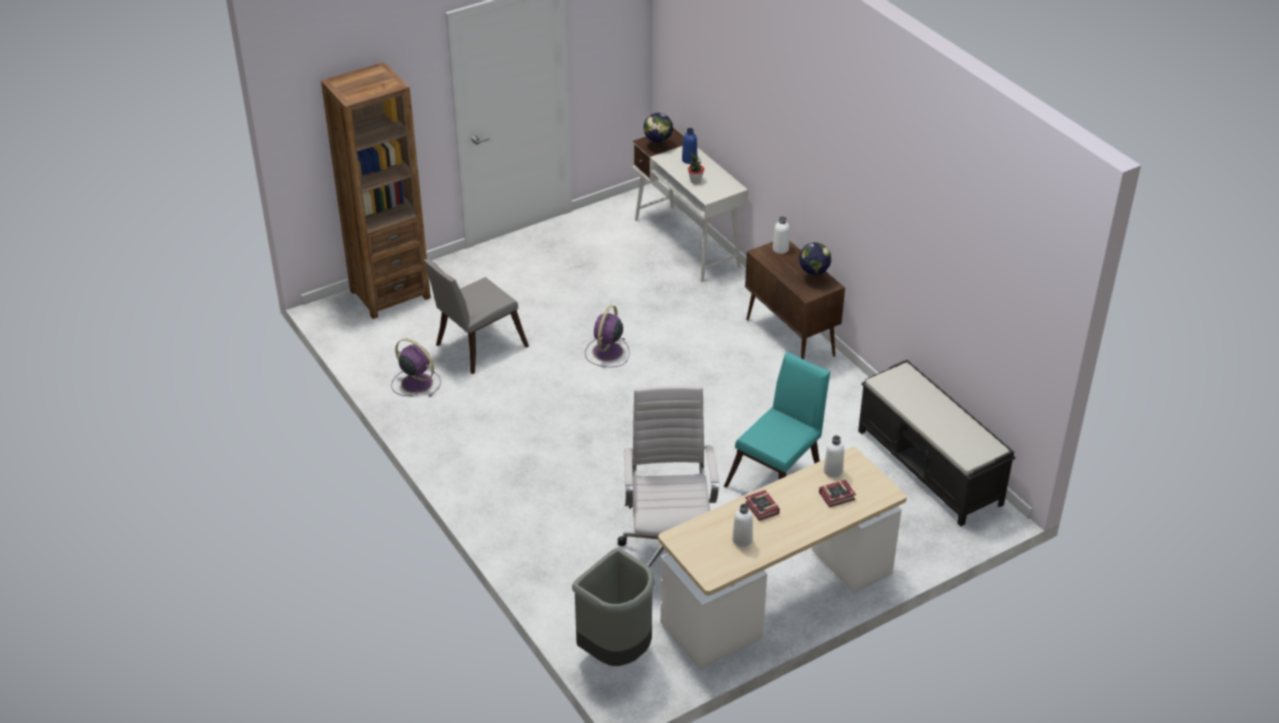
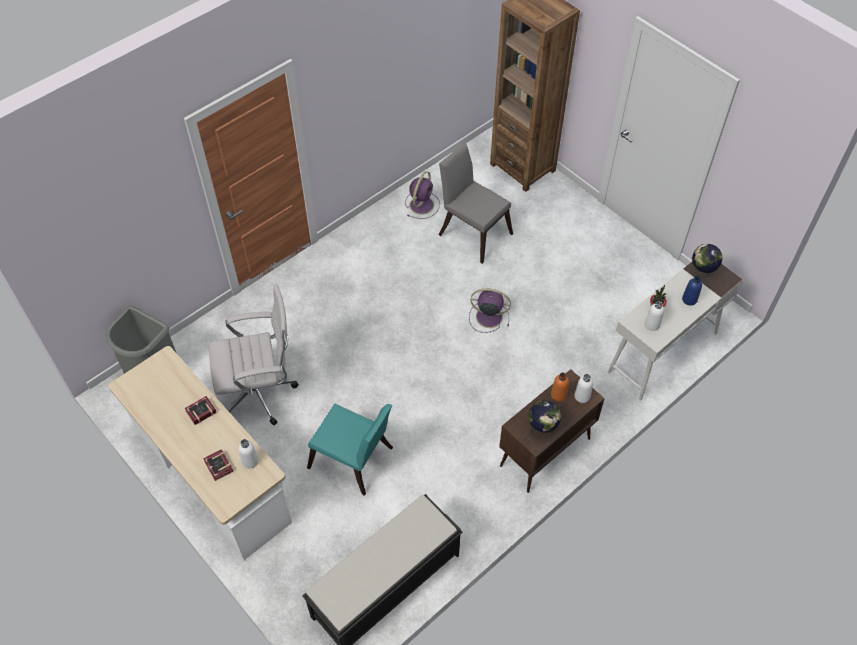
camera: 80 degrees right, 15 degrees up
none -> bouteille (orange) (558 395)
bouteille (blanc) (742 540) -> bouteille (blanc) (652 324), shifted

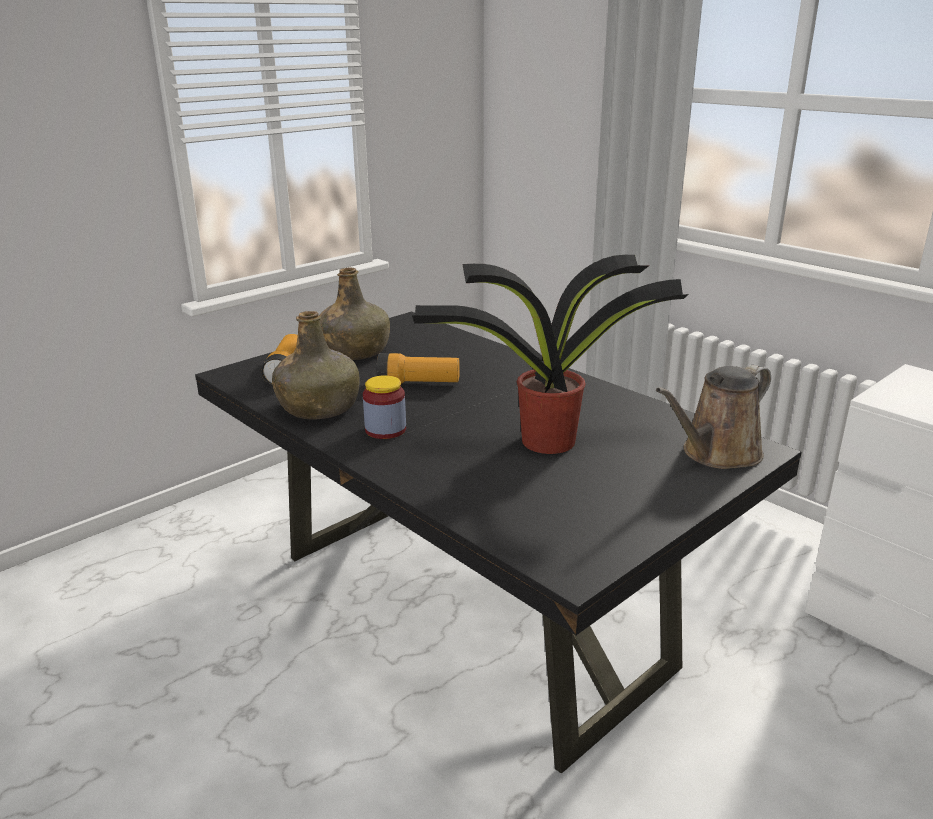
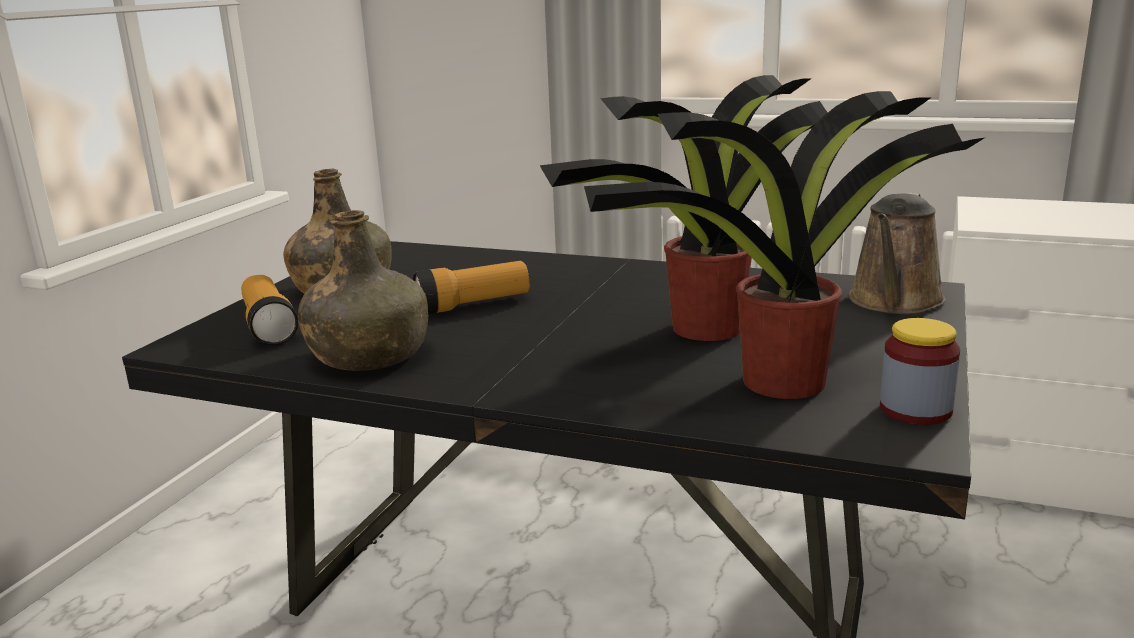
camera: 25 degrees left, 5 degrees down
none -> plante en pot (778 382)
bocal (385 430) -> bocal (915 409), shifted

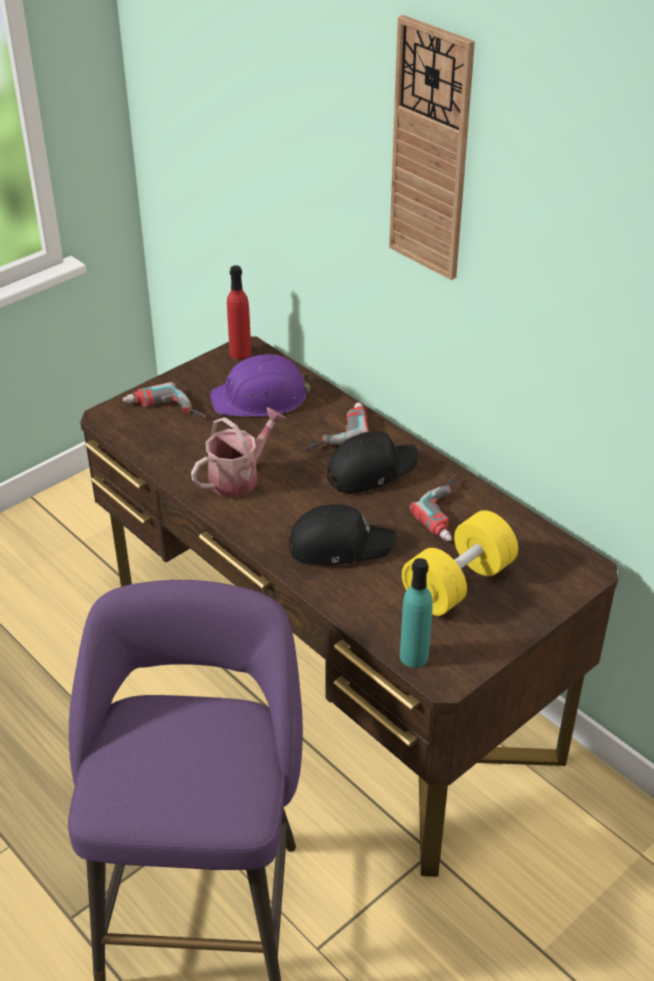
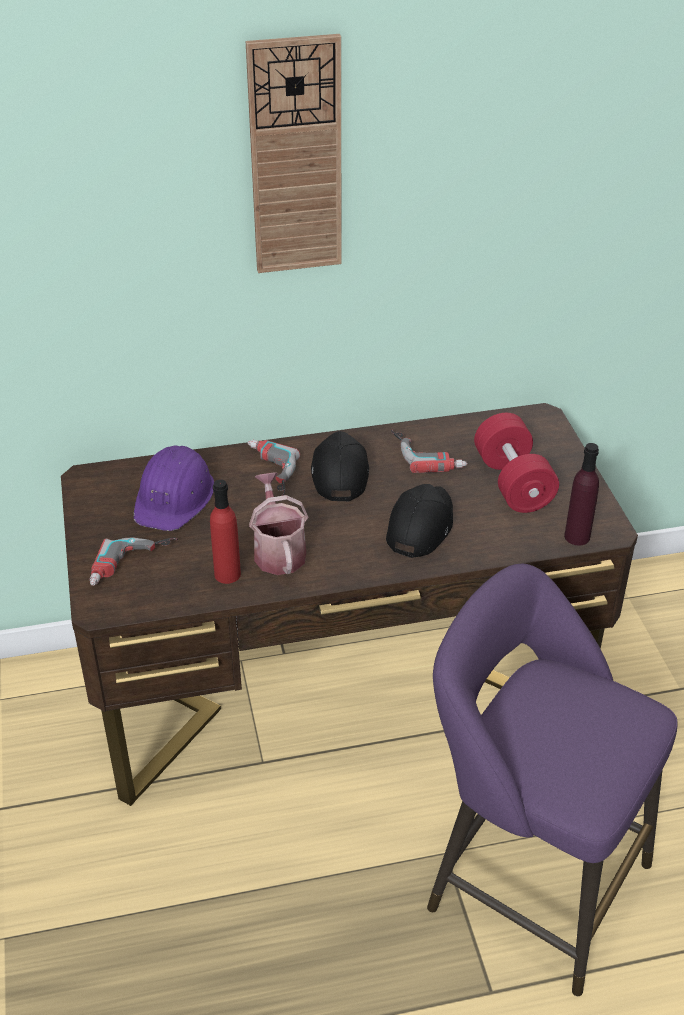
camera: 60 degrees left, 0 degrees up
bouteille (rouge) (240 353) -> bouteille (rouge) (227 574), shifted
bouteille (turquoise) (414 656) -> bouteille (violet) (577 536)
haltère (jaune) (458 584) -> haltère (rouge) (513 483)

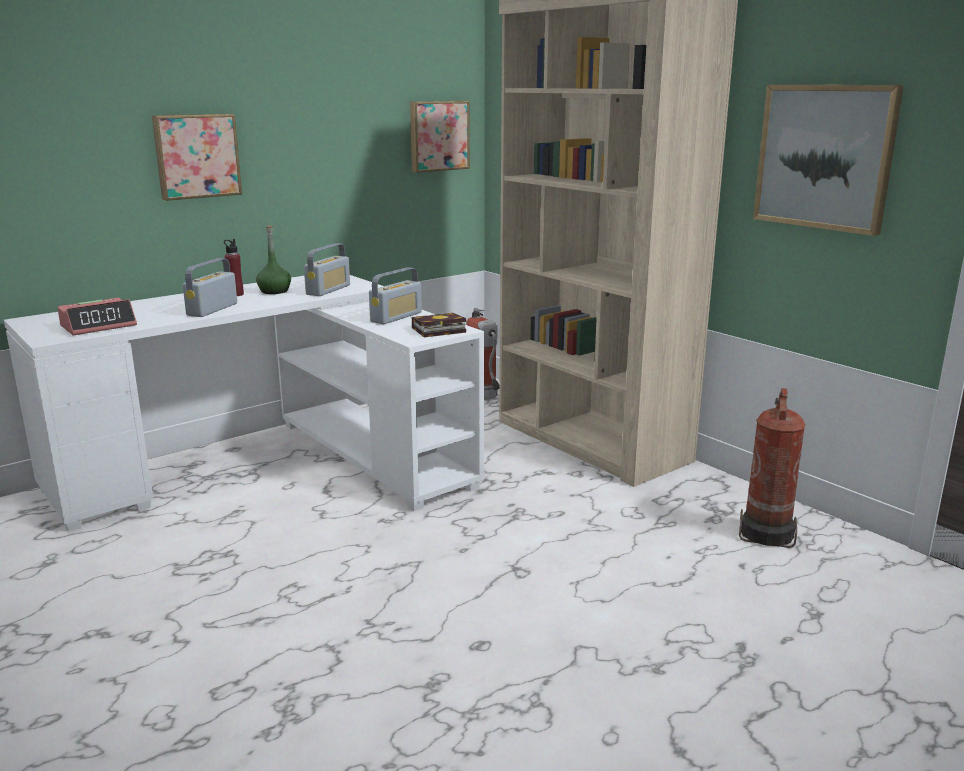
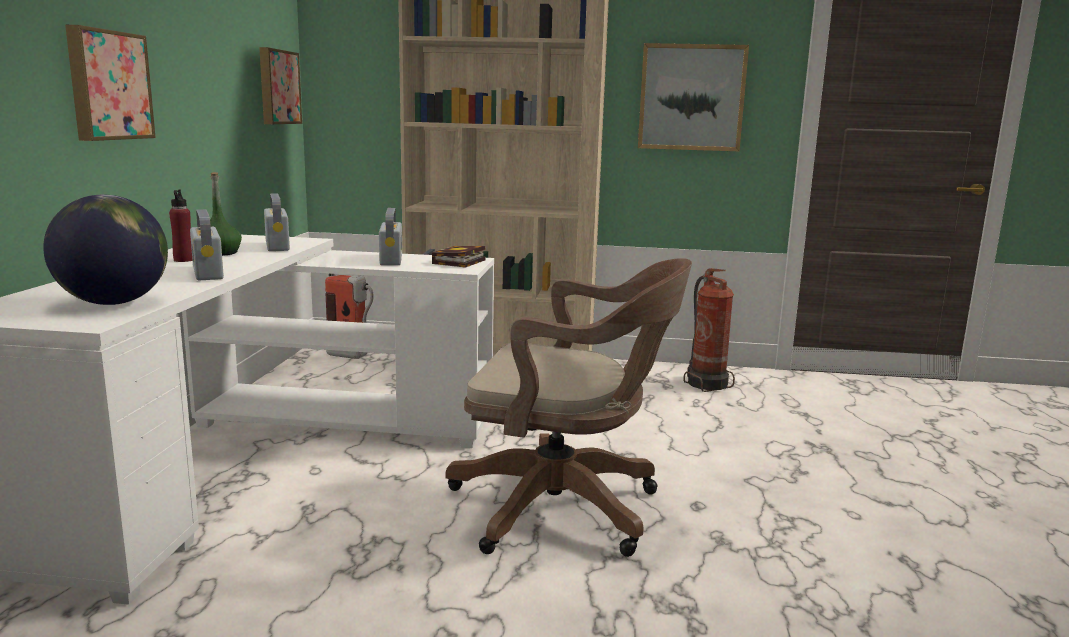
camera: 45 degrees left, 5 degrees down
none -> chaise de bureau (marron) (566 509)
réveil (99 326) -> globe (113 303)

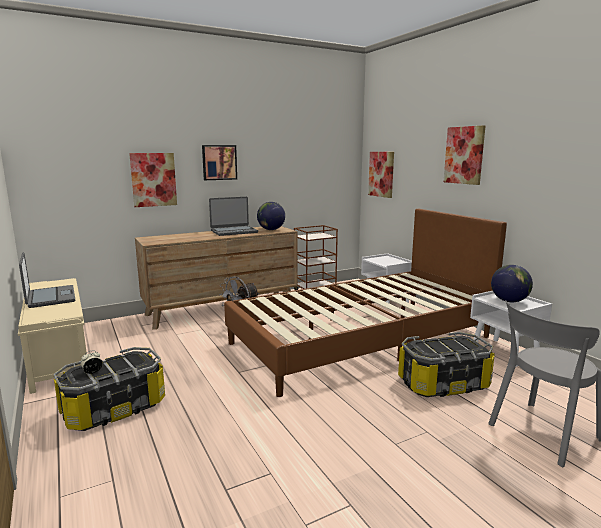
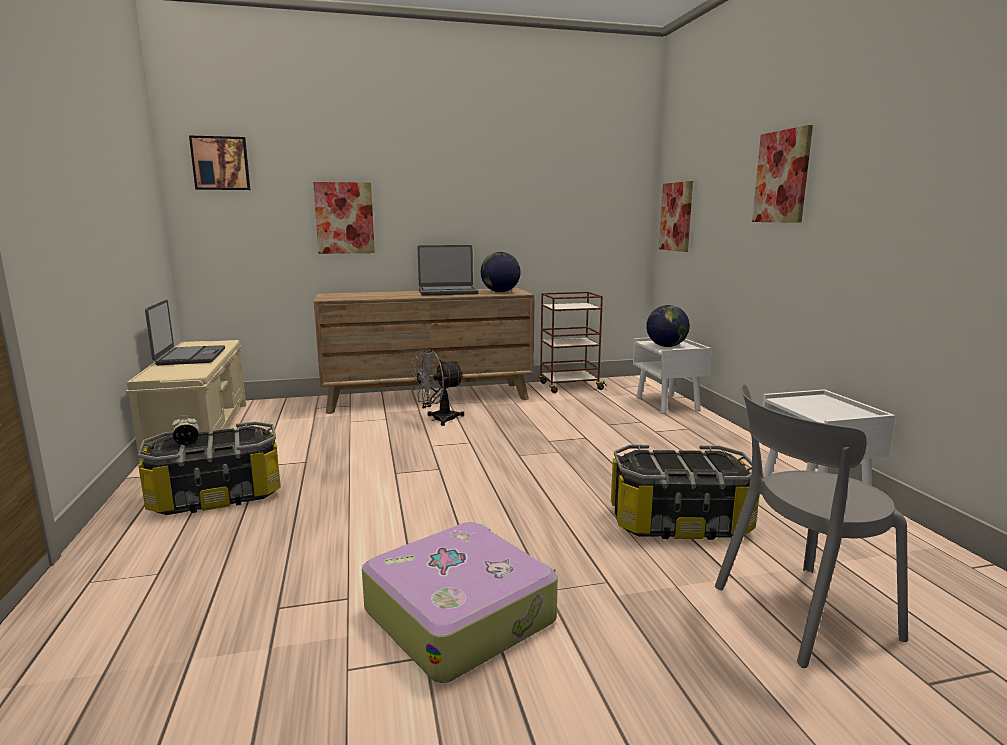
camera: 15 degrees right, 0 degrees up
lit (marron) (362 340) -> none
none -> valise (460 614)
tableau (219 162) -> tableau (221 163), shifted
globe (509 301) -> globe (666 346), shifted

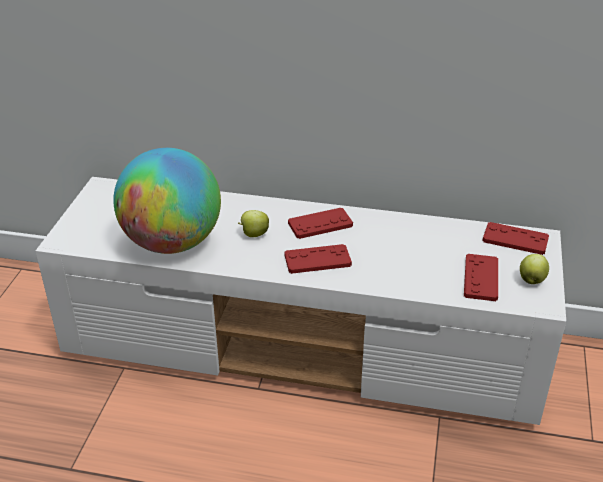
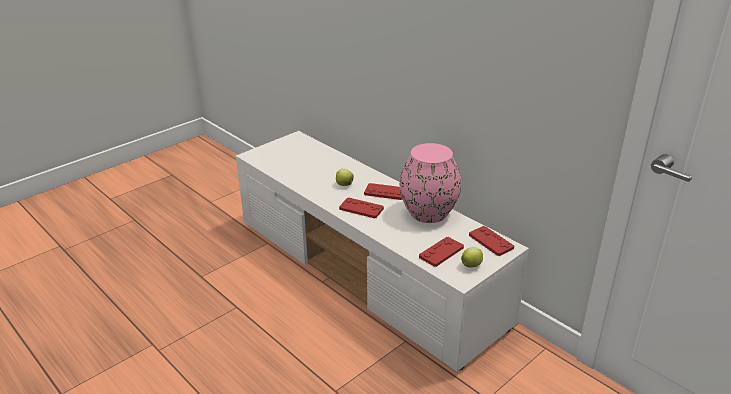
camera: 35 degrees right, 5 degrees down
globe (172 243) -> none
none -> vase (rose) (428 212)

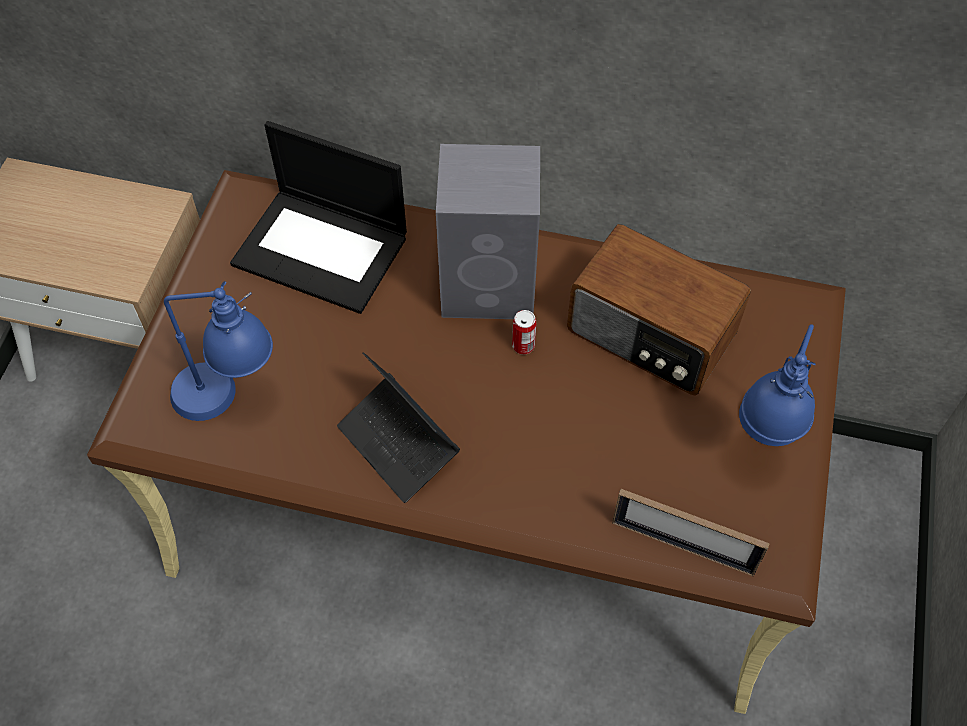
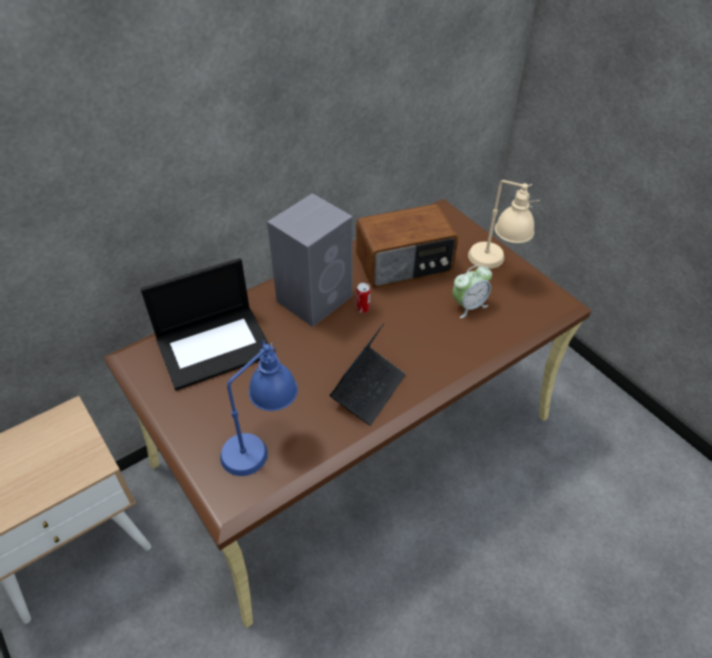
camera: 50 degrees left, 10 degrees down
cadre photo (682 546) -> none
none -> réveil (468 306)
lampe de table (bleu) (764 441) -> lampe de table (beige) (495 266)
ordinateur portable (398 444) -> ordinateur portable (368 389), 60 degrees counterclockwise

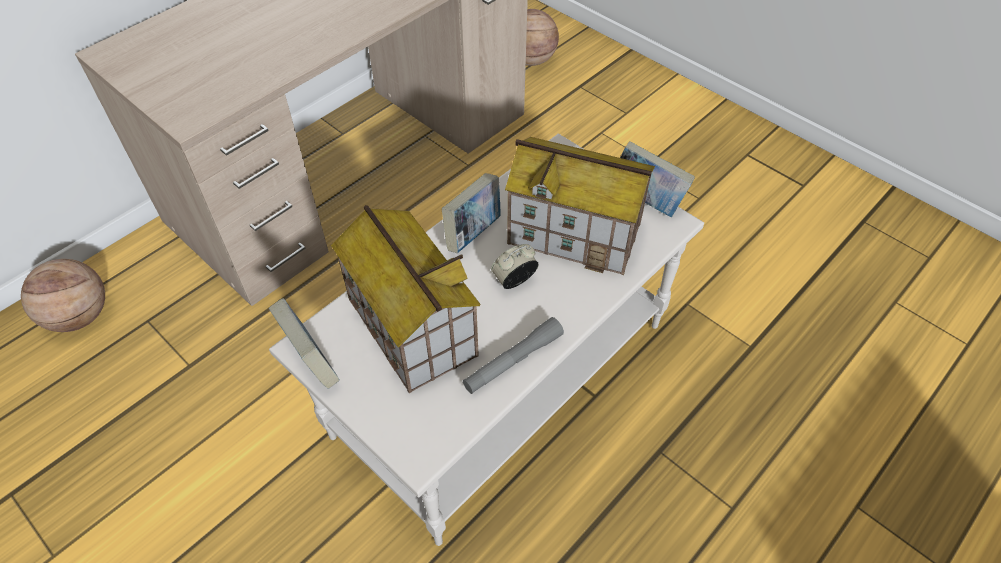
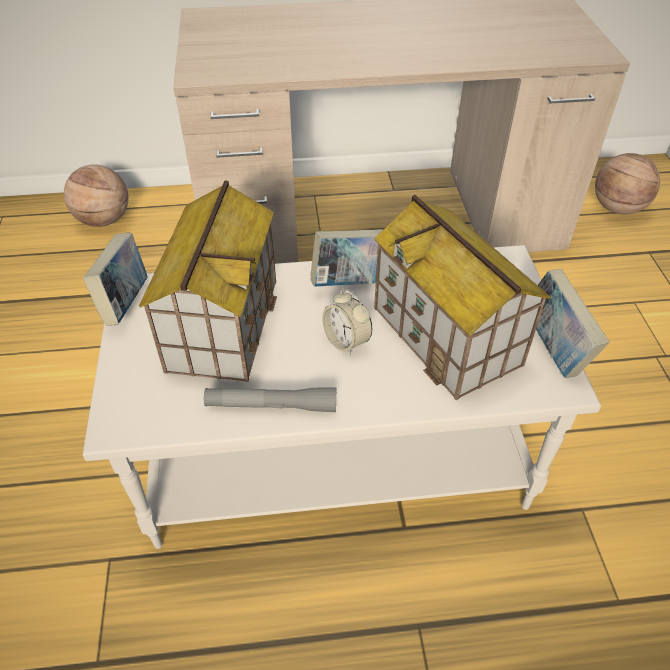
camera: 40 degrees right, 5 degrees down
réveil (514 280) -> réveil (346 341), 135 degrees counterclockwise

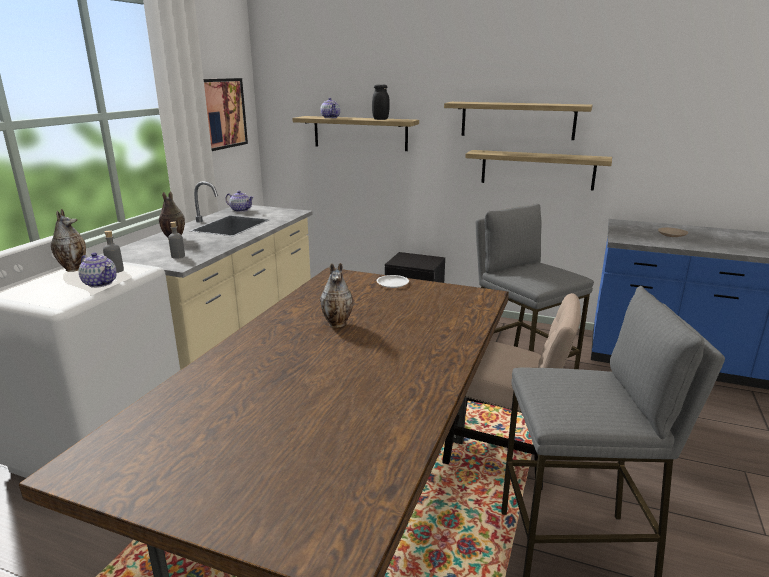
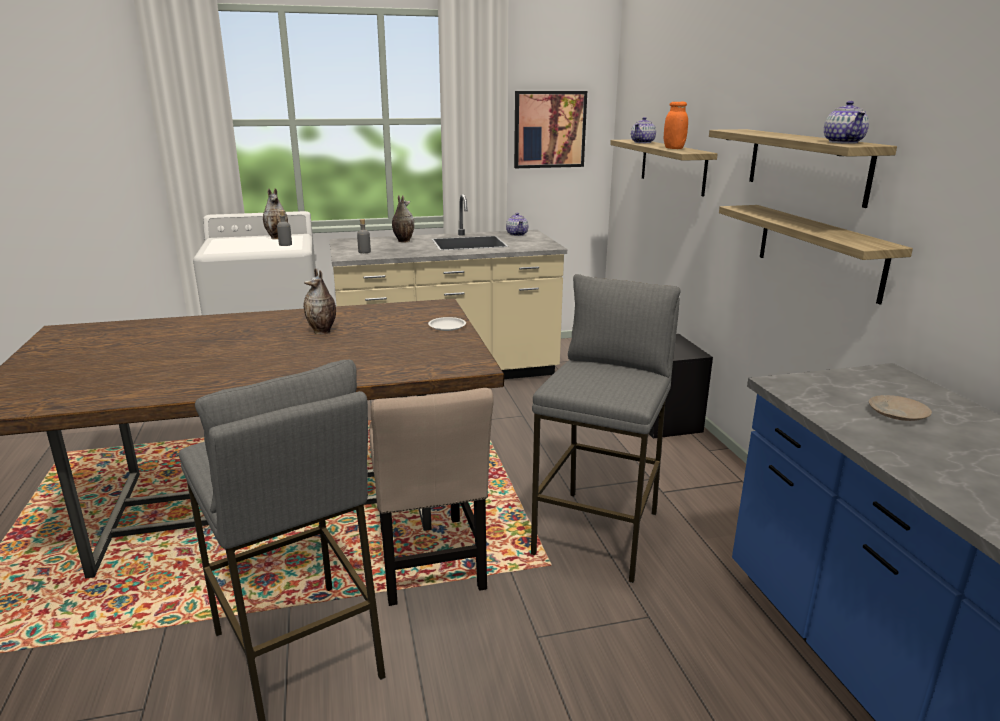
camera: 55 degrees right, 0 degrees up
théière (100 283) -> théière (843 142), shifted
bocal (noir) (380 119) -> bocal (orange) (673 148)

